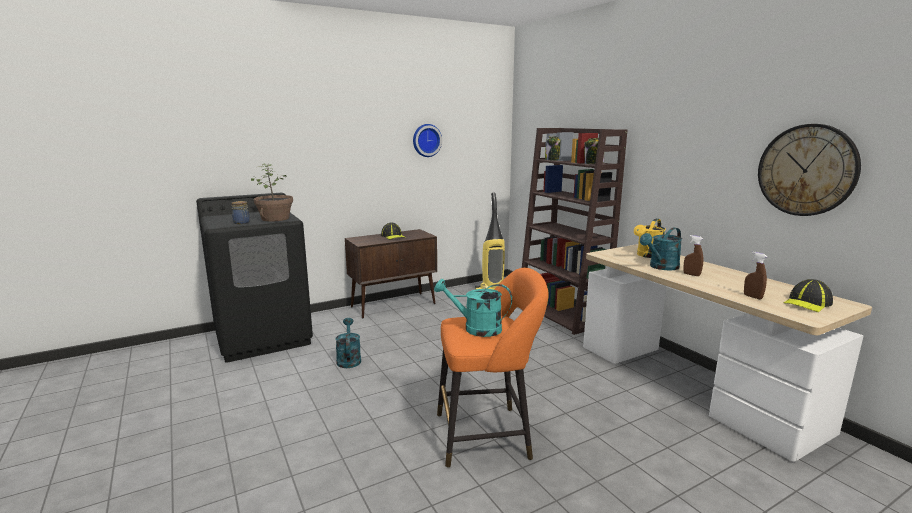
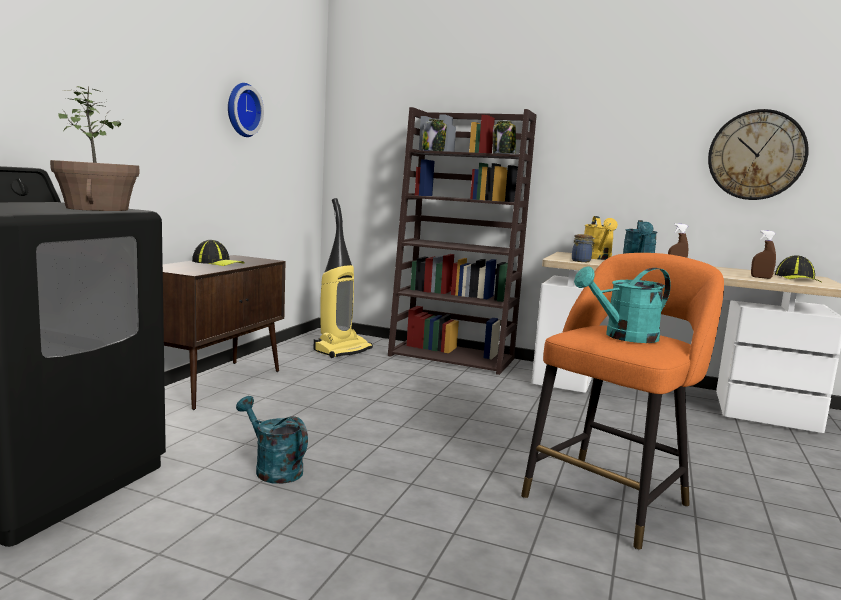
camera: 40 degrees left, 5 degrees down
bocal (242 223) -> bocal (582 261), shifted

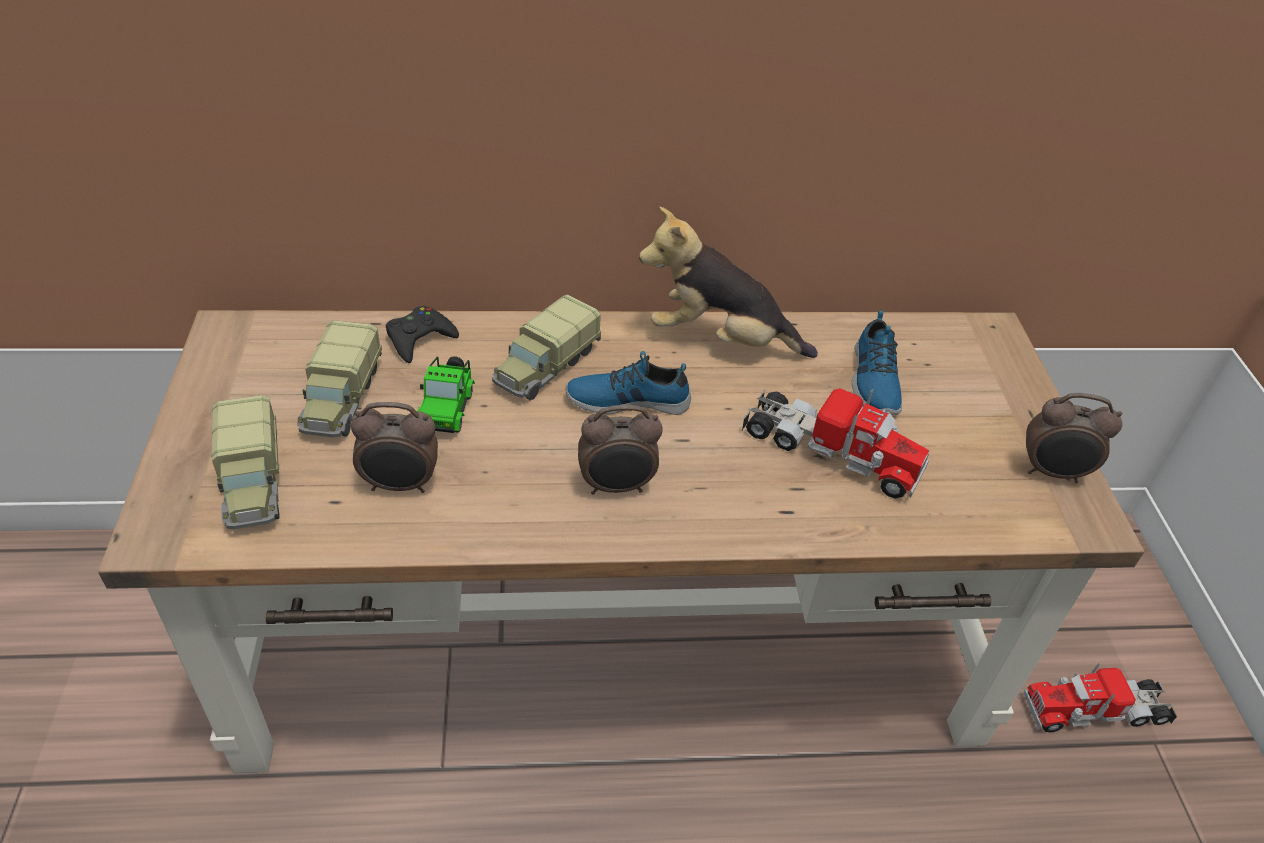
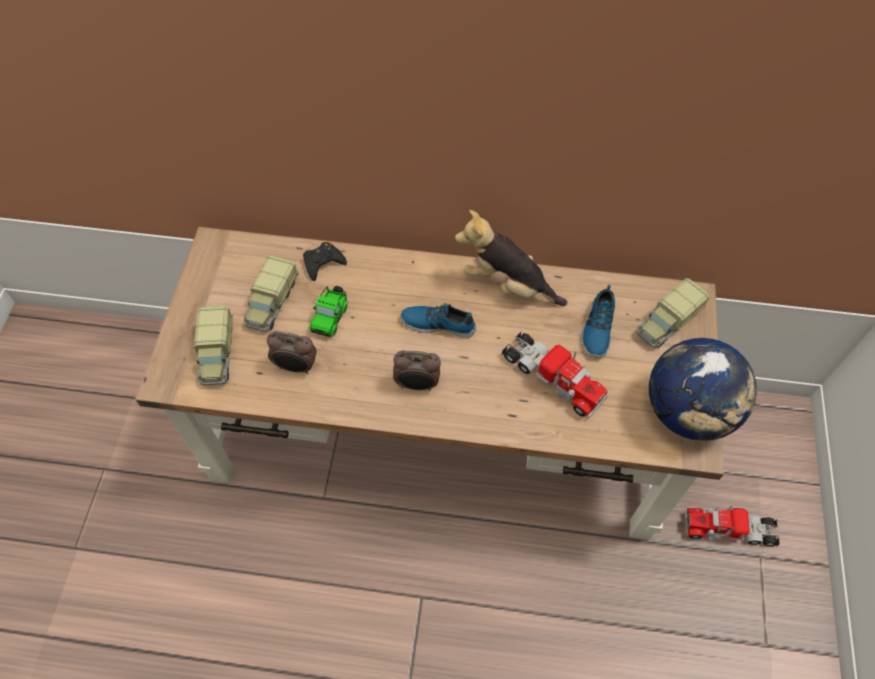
camera: 15 degrees right, 15 degrees up
camion jouet (546 366) -> camion jouet (667 322), shifted
réveil (1052 473) -> globe (688 411)

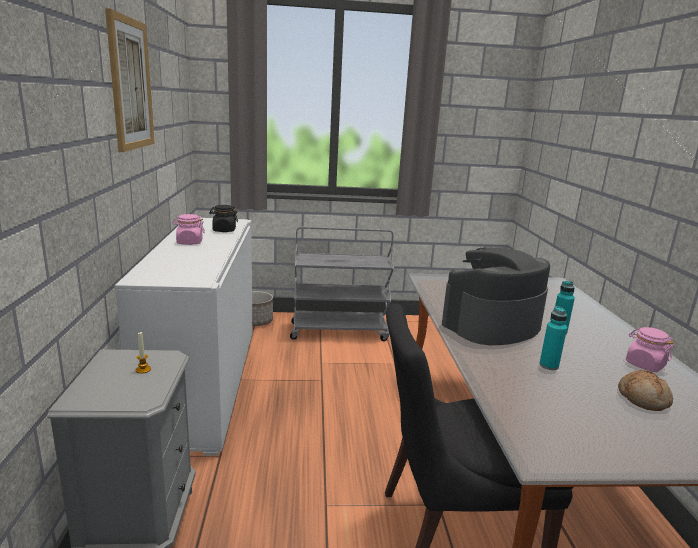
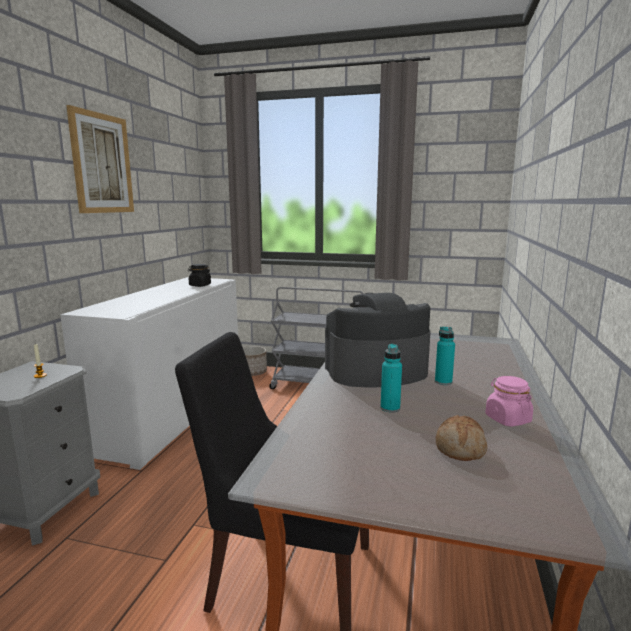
camera: 20 degrees right, 5 degrees down
bocal (rose) (189 242) -> none

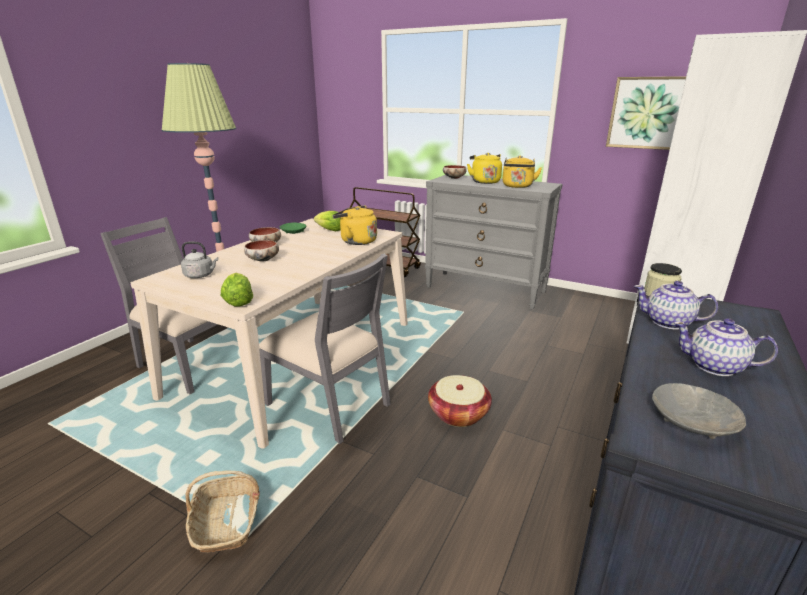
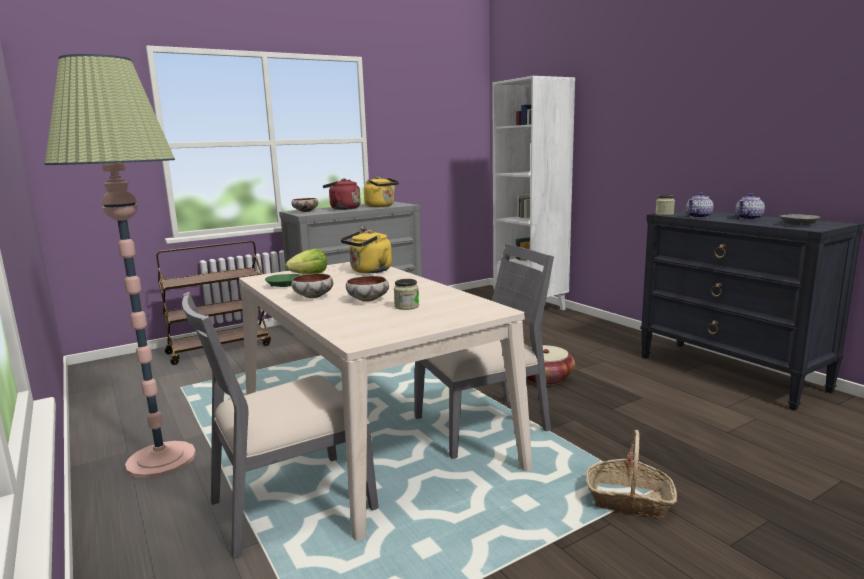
camera: 60 degrees left, 10 degrees down
bouilloire (gris) (201 275) -> none
laitue (238 302) -> none
tableau (647 113) -> none
none -> bocal (406 306)
bouilloire (jaune) (484 181) -> bouilloire (rouge) (343 208)

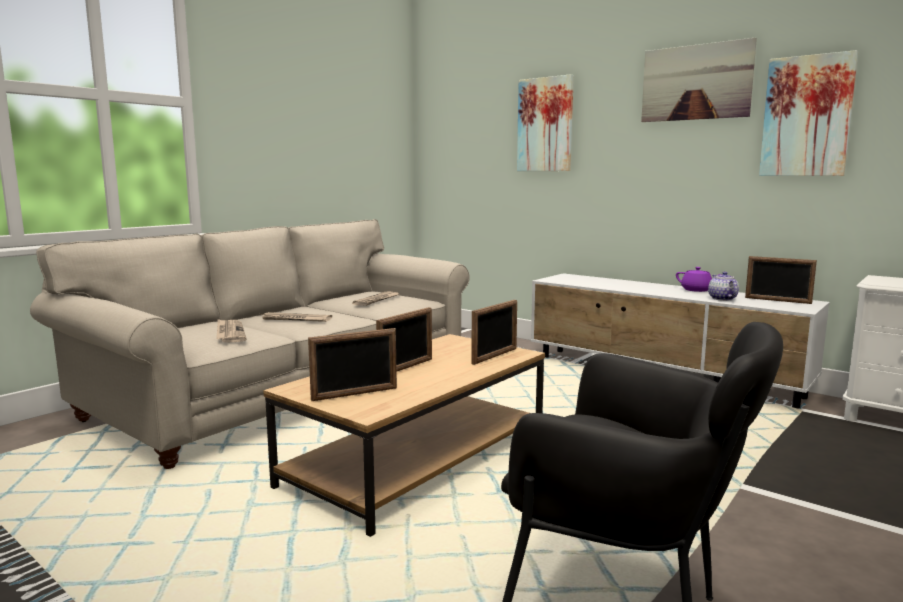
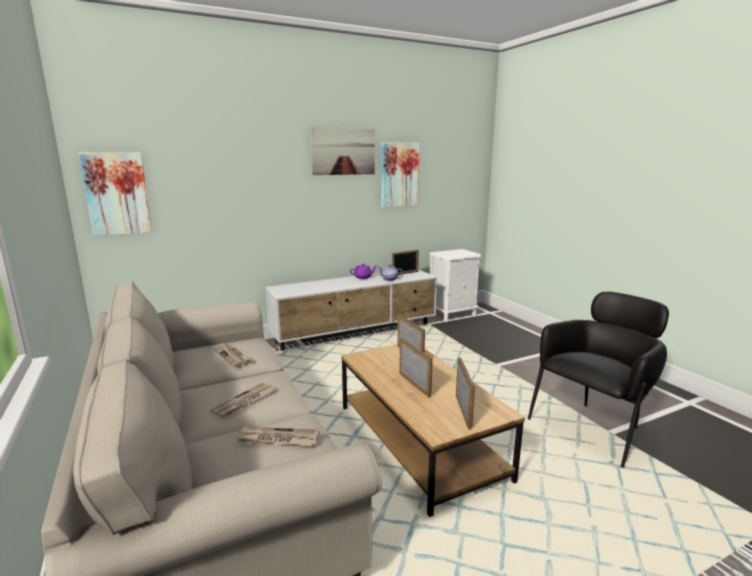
camera: 65 degrees left, 5 degrees up
tableau (545 125) -> tableau (117 194), shifted

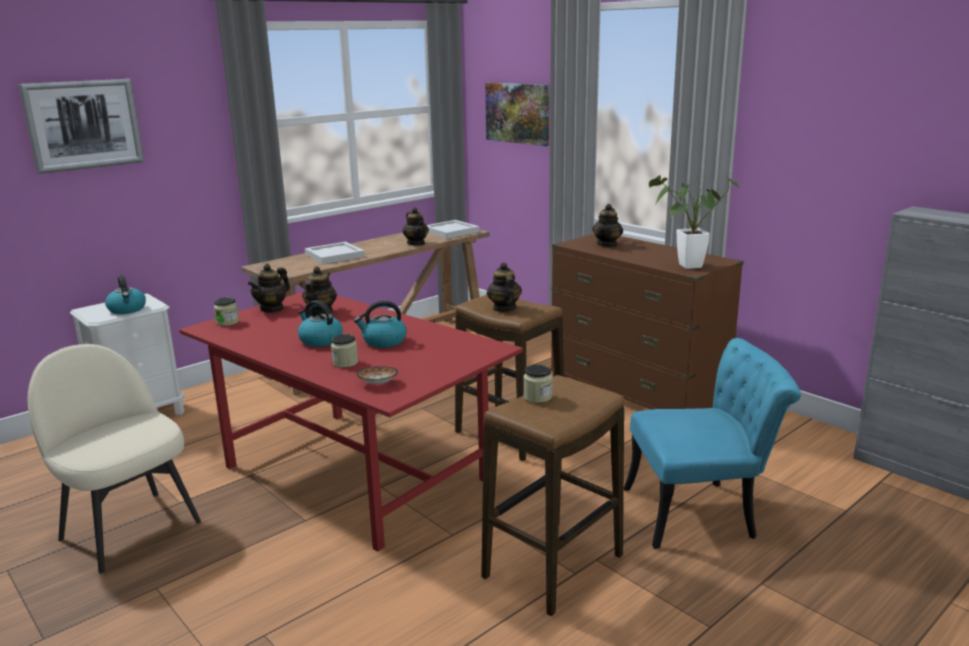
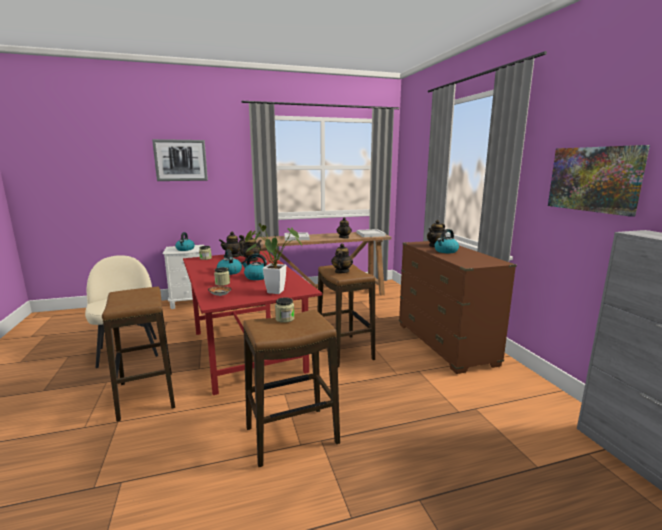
camera: 25 degrees right, 5 degrees down
chaise (turquoise) (702 512) -> none
none -> tabouret (146 395)
none -> bouilloire (445 251)
tableau (518 113) -> tableau (594 179), shifted
plante en pot (684 266) -> plante en pot (271 291), shifted

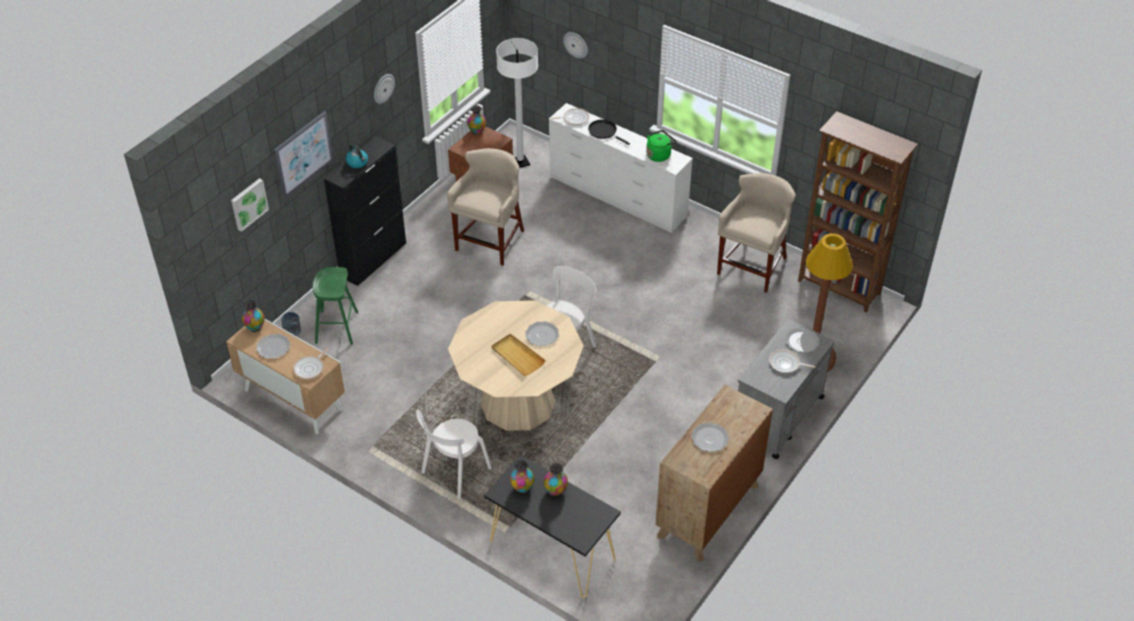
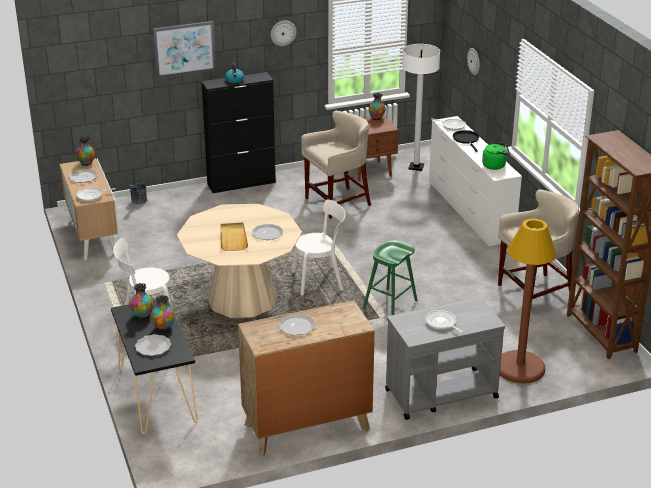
camera: 35 degrees right, 15 degrees down
tableau (248 204) -> none
tabouret (vert) (336 327) -> tabouret (vert) (390 304), shifted
assiette (802 341) -> assiette (153 347), shifted

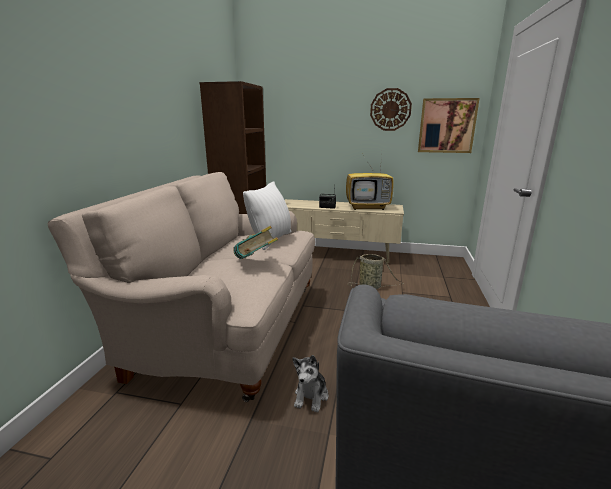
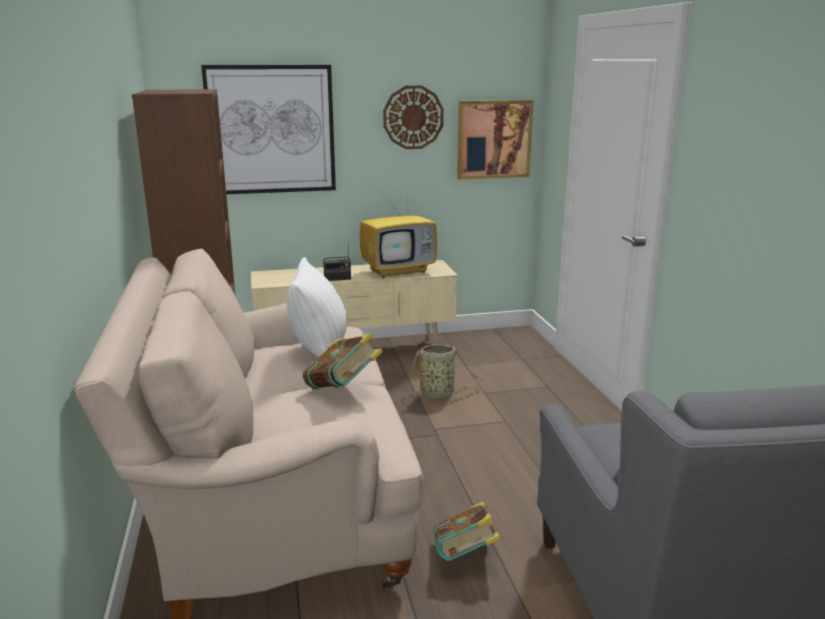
camera: 25 degrees left, 0 degrees up
none -> tableau (271 130)
peluche (311 396) -> livre (465 556)

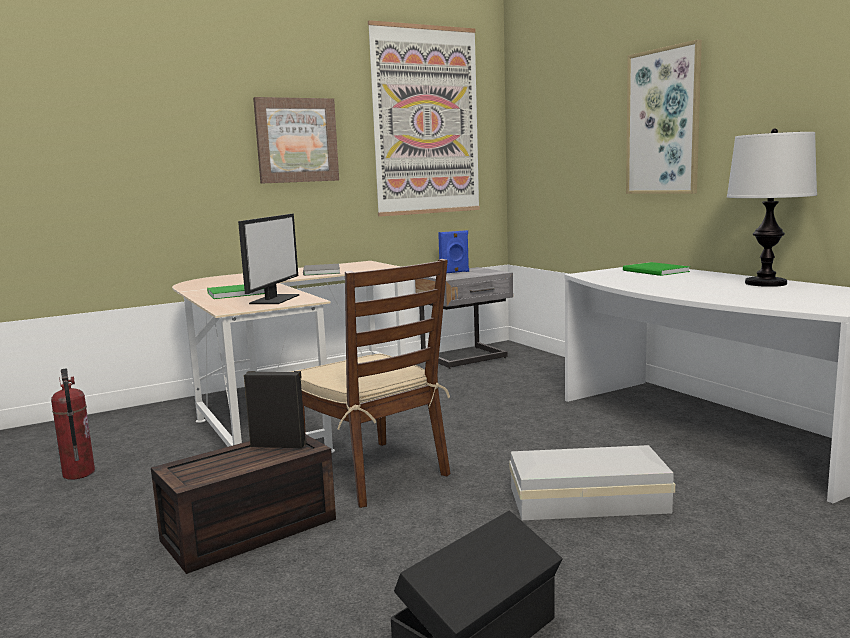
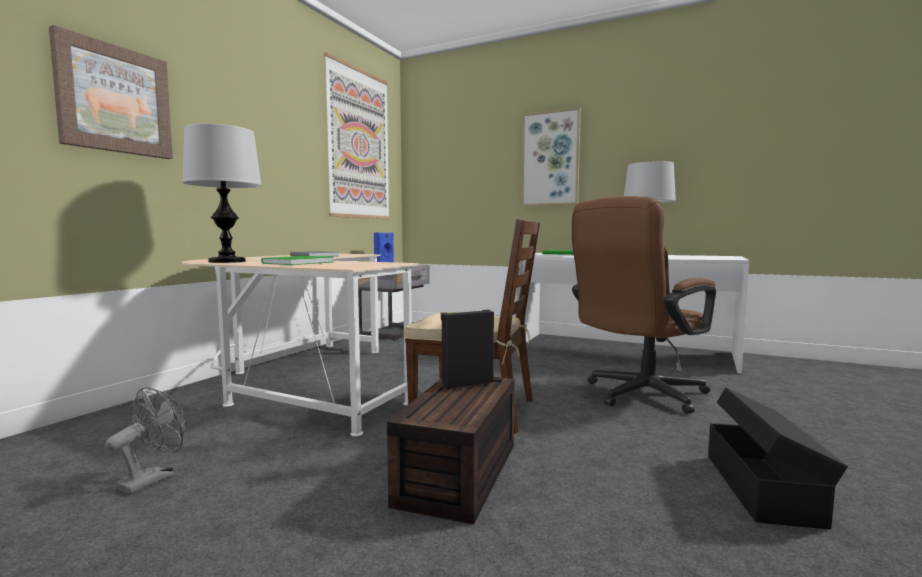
camera: 35 degrees left, 5 degrees down
écran d'ordinateur (274 299) -> none
none -> lampe de table (226 261)
tableau (296 140) -> tableau (114 99), shifted
extincteur (78 473) -> ventilateur (gris) (153 478)
boîte de rangement (blanc) (585 499) -> chaise de bureau (marron) (638 396)

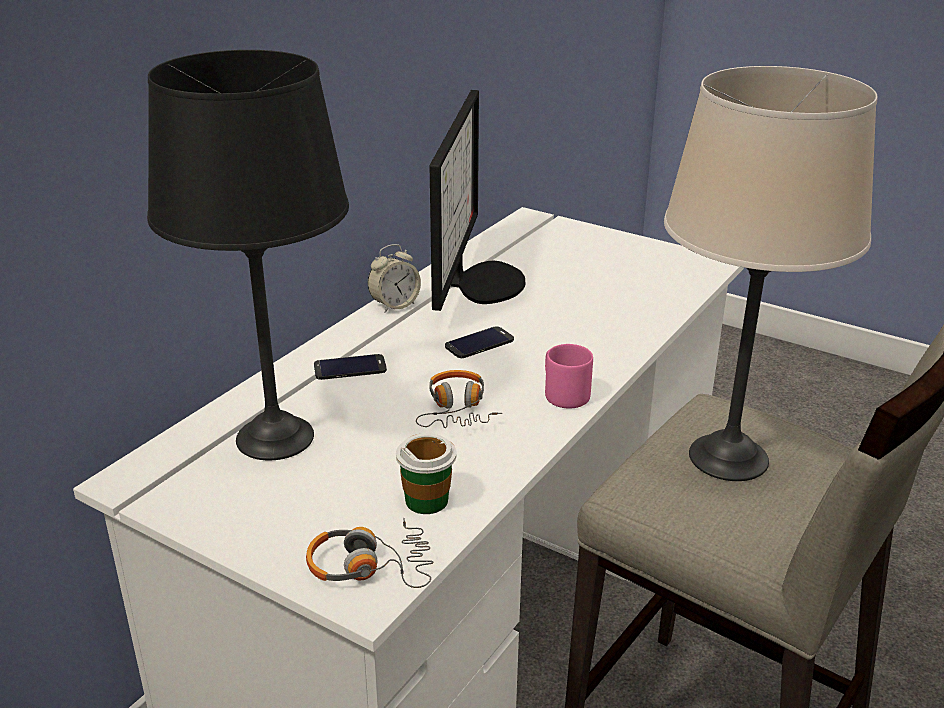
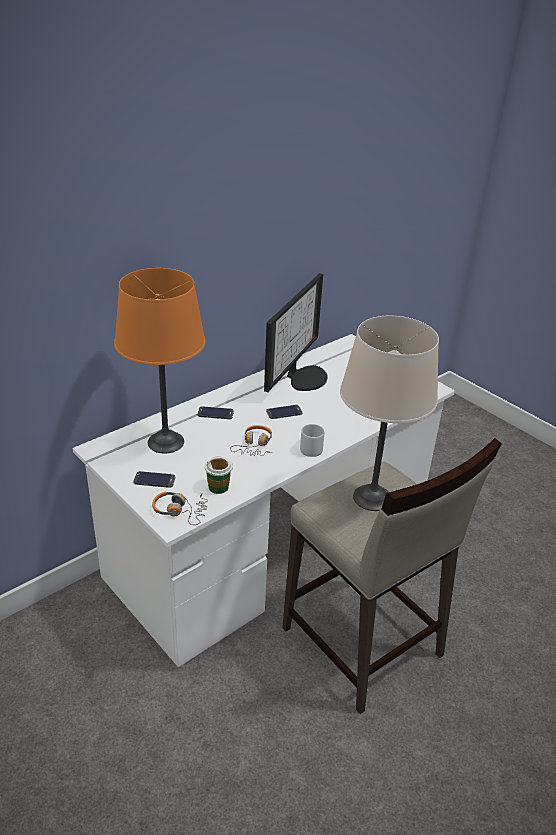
camera: 15 degrees right, 5 degrees up
réveil (394 305) -> none
none -> téléphone (154 480)
lampe de table (noir) (274 438) -> lampe de table (orange) (165 442)
mug (rose) (563 394) -> mug (gris) (310 448)

